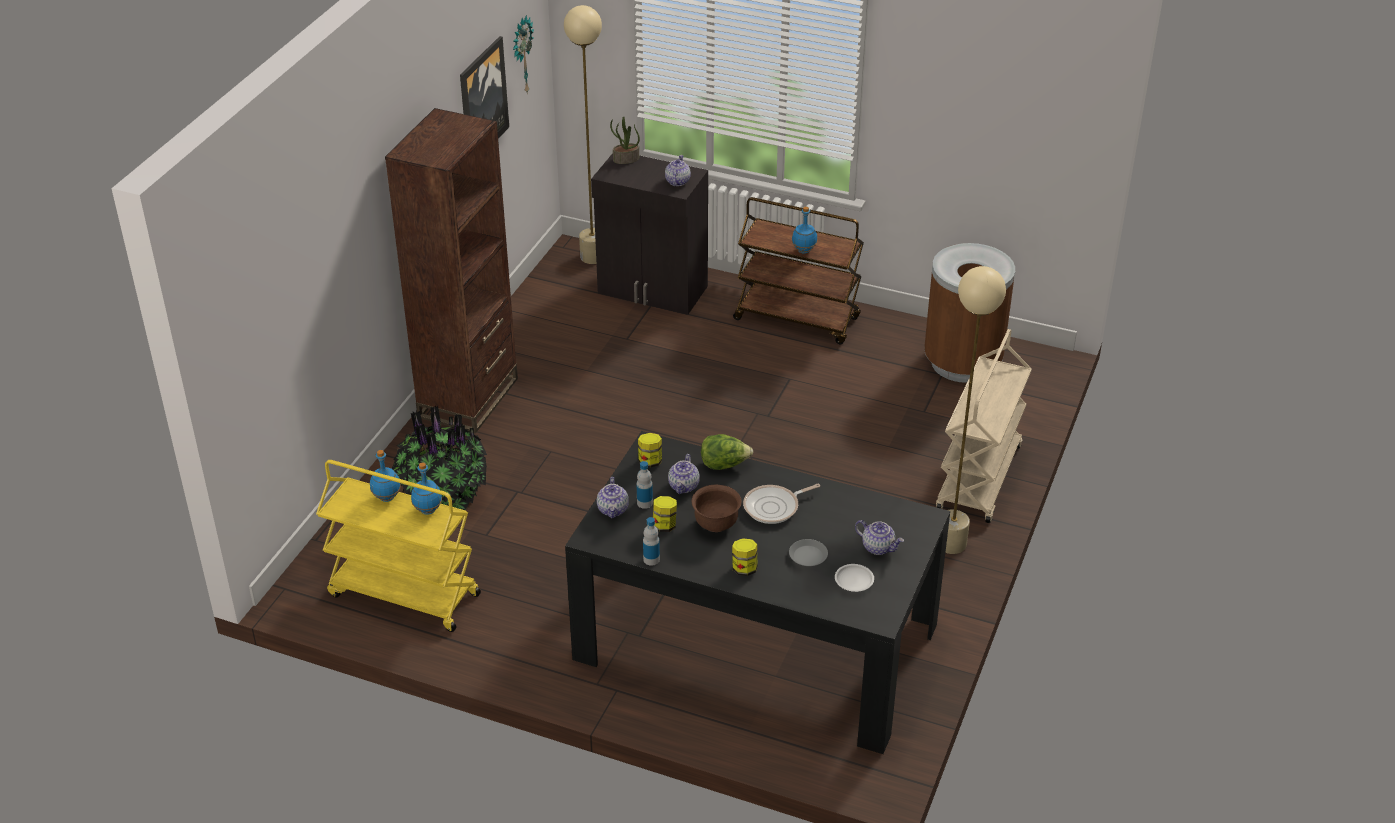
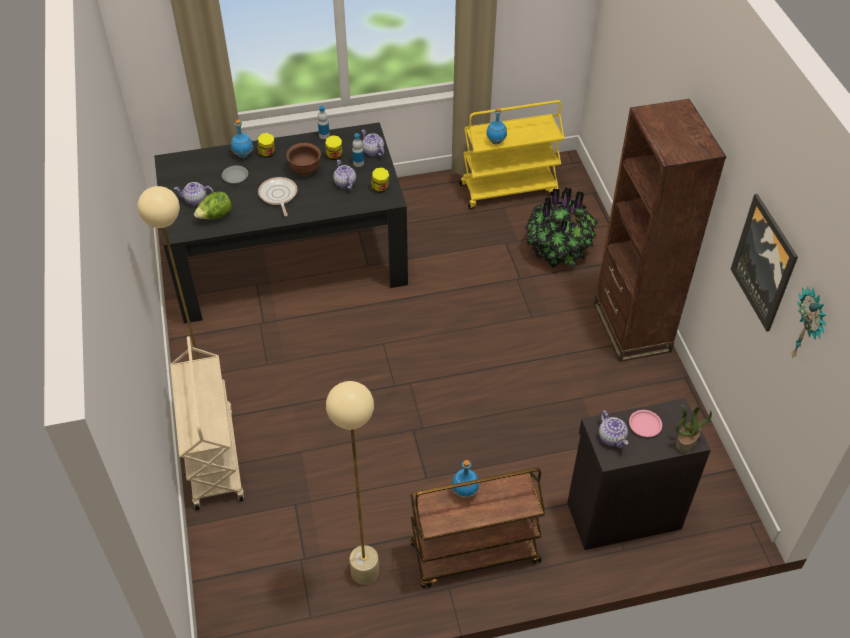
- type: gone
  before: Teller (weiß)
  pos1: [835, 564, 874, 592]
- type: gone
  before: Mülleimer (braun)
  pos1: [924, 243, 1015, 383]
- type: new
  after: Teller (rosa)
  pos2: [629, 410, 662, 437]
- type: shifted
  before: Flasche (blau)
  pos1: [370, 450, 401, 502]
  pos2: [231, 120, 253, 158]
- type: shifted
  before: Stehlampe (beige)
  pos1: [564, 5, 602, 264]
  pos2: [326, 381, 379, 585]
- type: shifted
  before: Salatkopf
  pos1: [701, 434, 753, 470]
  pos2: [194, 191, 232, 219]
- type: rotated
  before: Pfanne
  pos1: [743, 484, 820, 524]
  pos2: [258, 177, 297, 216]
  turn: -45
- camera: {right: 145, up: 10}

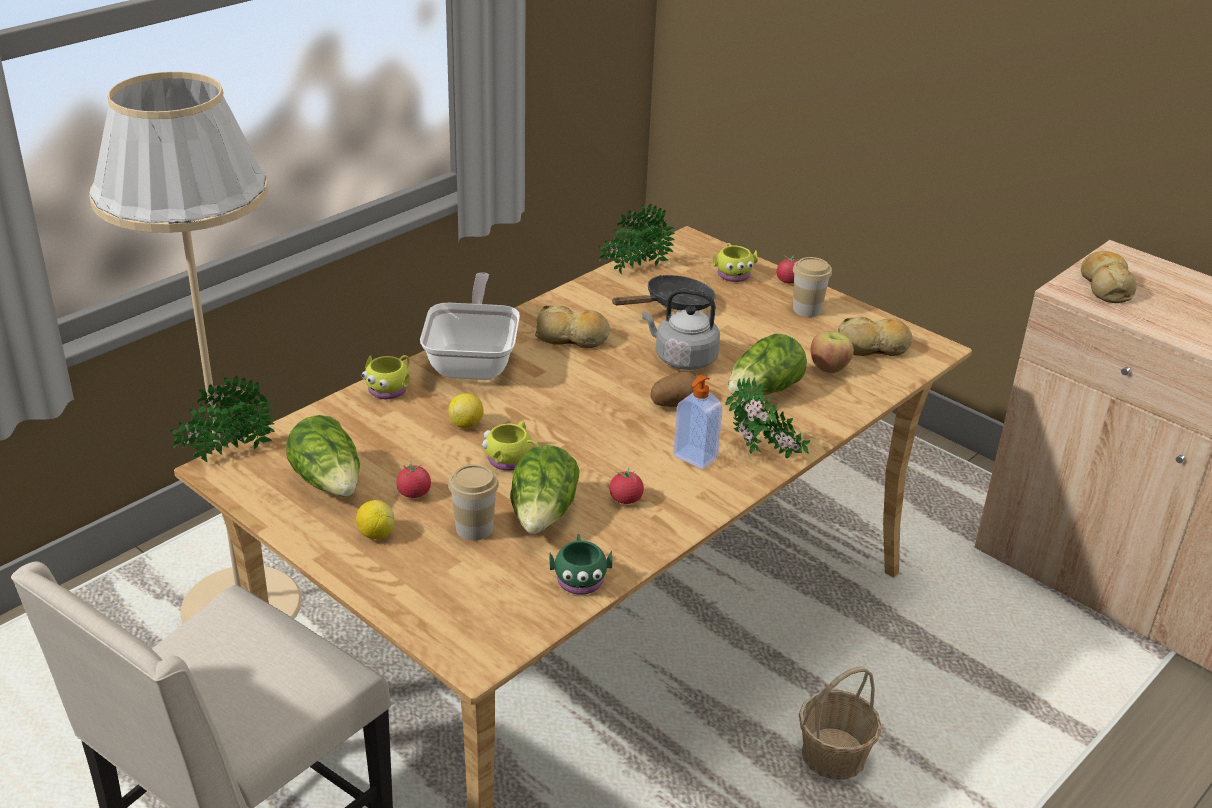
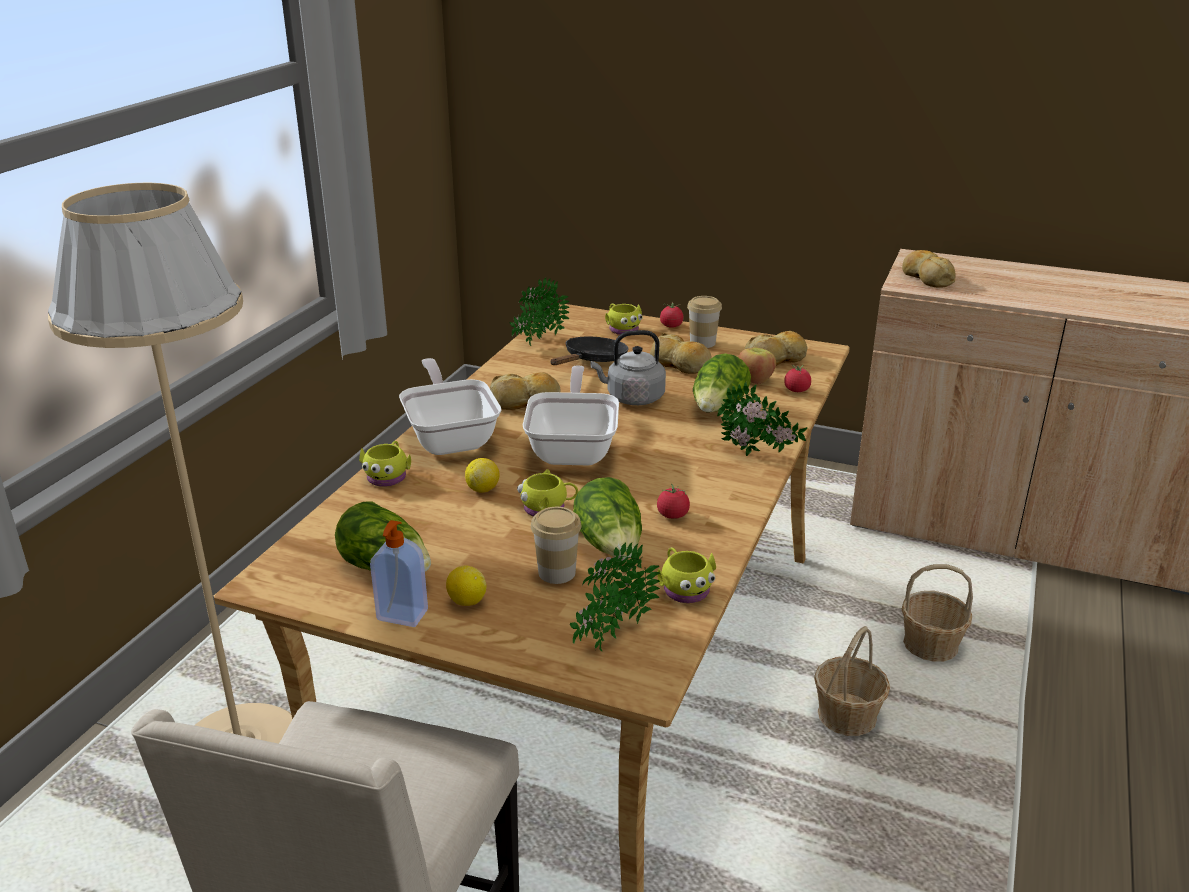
- type: gone
  before: Kartoffel
  pos1: [650, 372, 697, 407]
- type: new
  after: Pfanne
  pos2: [523, 366, 619, 465]
- type: new
  after: Brot
  pos2: [650, 333, 712, 374]
- type: new
  after: Korb
  pos2: [902, 564, 973, 662]
- type: shifted
  before: Topfpflanze
  pos1: [170, 375, 275, 462]
  pos2: [570, 542, 660, 651]
- type: shifted
  before: Tomate
  pos1: [396, 460, 431, 498]
  pos2: [784, 365, 811, 392]
- type: shifted
  before: Seifenspender
  pos1: [673, 375, 723, 469]
  pos2: [370, 520, 428, 627]
- type: repainted
  before: Henkelbecher (grün)
  after: Henkelbecher (gelb)
  pos1: [550, 534, 612, 595]
  pos2: [657, 547, 716, 603]
- camera: {right: -20, up: -5}

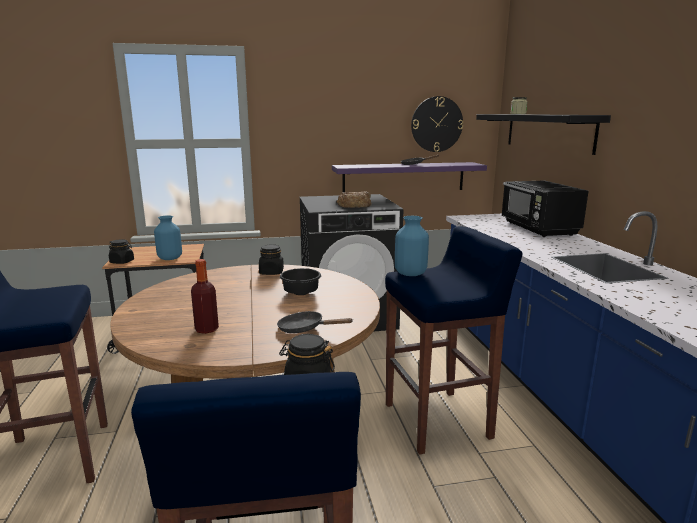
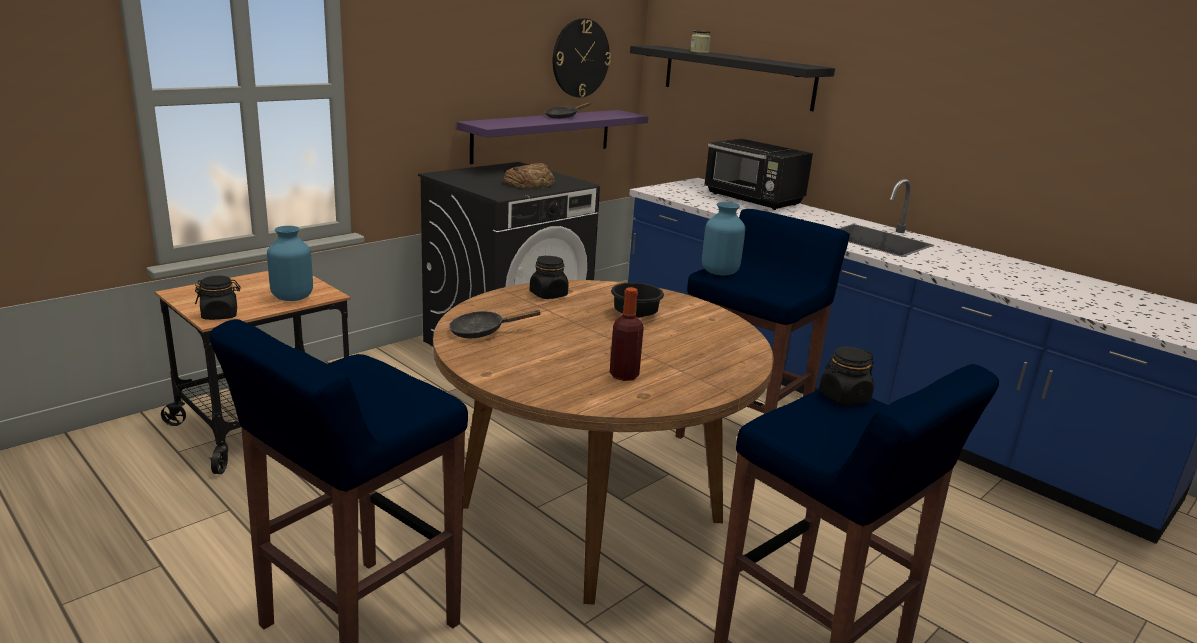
- type: shifted
  before: Pfanne (schwarz)
  pos1: [277, 311, 353, 333]
  pos2: [449, 310, 542, 338]
- camera: {right: -35, up: 5}

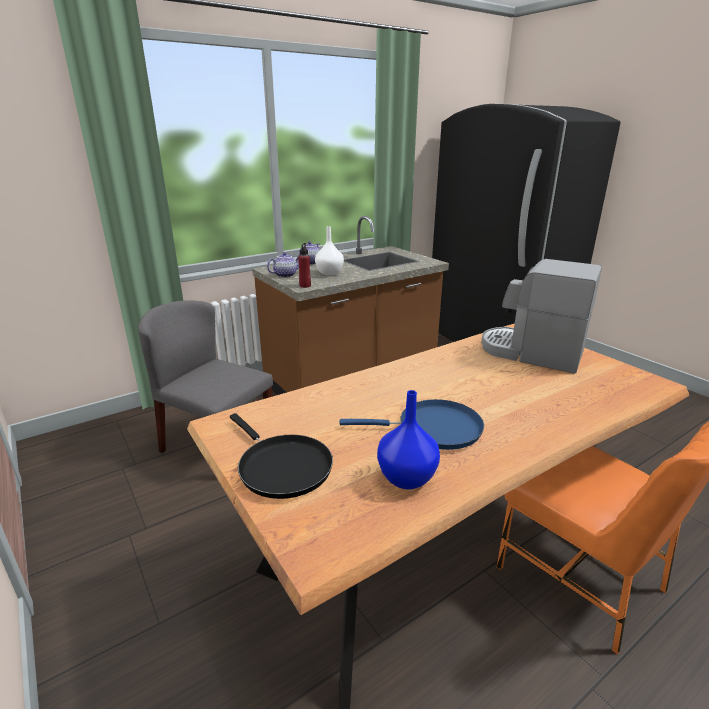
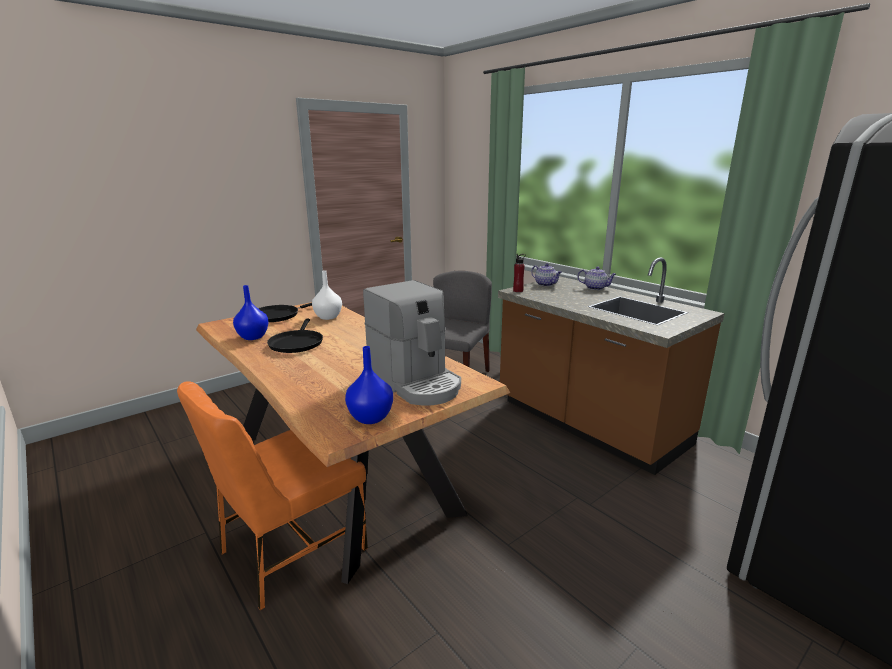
- type: new
  after: Vase (blau)
  pos2: [345, 346, 393, 424]
- type: shifted
  before: Vase (weiß)
  pos1: [315, 226, 344, 276]
  pos2: [312, 270, 342, 320]
- type: repainted
  before: Pfanne (blau)
  after: Pfanne (schwarz)
  pos1: [339, 399, 484, 450]
  pos2: [267, 319, 323, 353]
- type: rotated
  before: Kaffeemaschine
  pos1: [481, 259, 602, 374]
  pos2: [363, 280, 461, 405]
  turn: 120
- camera: {right: 85, up: -5}

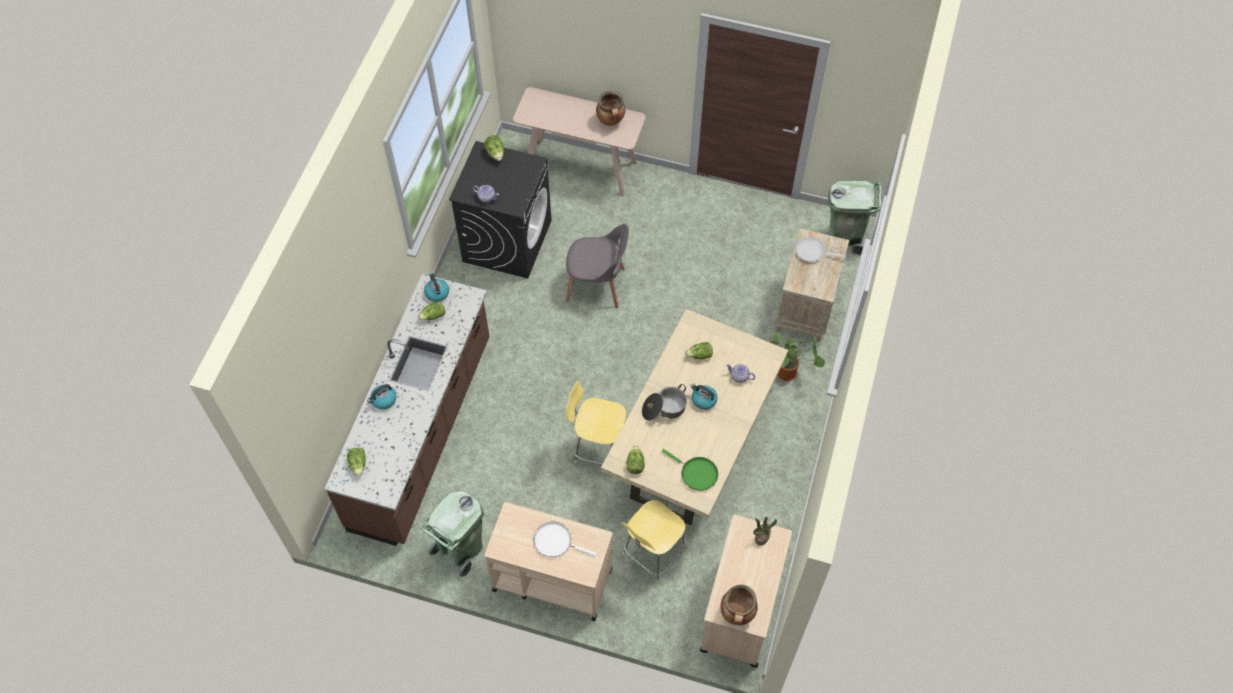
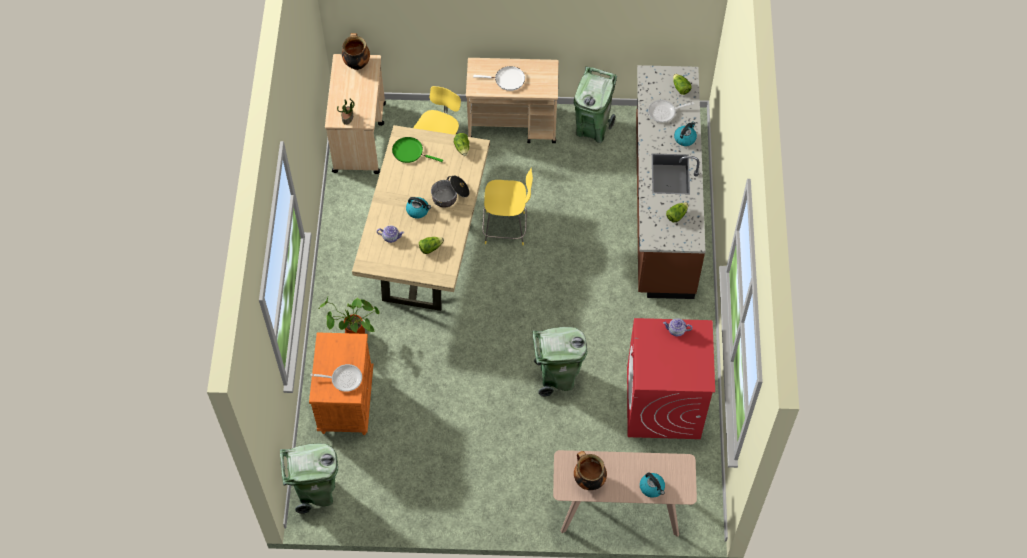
- type: gone
  before: Salatkopf
  pos1: [484, 135, 504, 161]
- type: new
  after: Pfanne
  pos2: [648, 100, 694, 122]
- type: shifted
  before: Wasserkessel
  pos1: [424, 273, 449, 302]
  pos2: [640, 472, 665, 498]
- type: swapped
  before: Stuhl (grau)
  after: Mülleimer (grün)
  pos1: [566, 224, 629, 308]
  pos2: [533, 327, 587, 397]
- type: repainted
  before: Waschmaschine (schwarz)
  after: Waschmaschine (rot)
  pos1: [449, 141, 552, 279]
  pos2: [627, 318, 715, 439]
- type: repainted
  before: Nachttisch (beige)
  after: Nachttisch (orange)
  pos1: [775, 228, 849, 341]
  pos2: [309, 332, 373, 435]
- camera: {right: 165, up: 0}

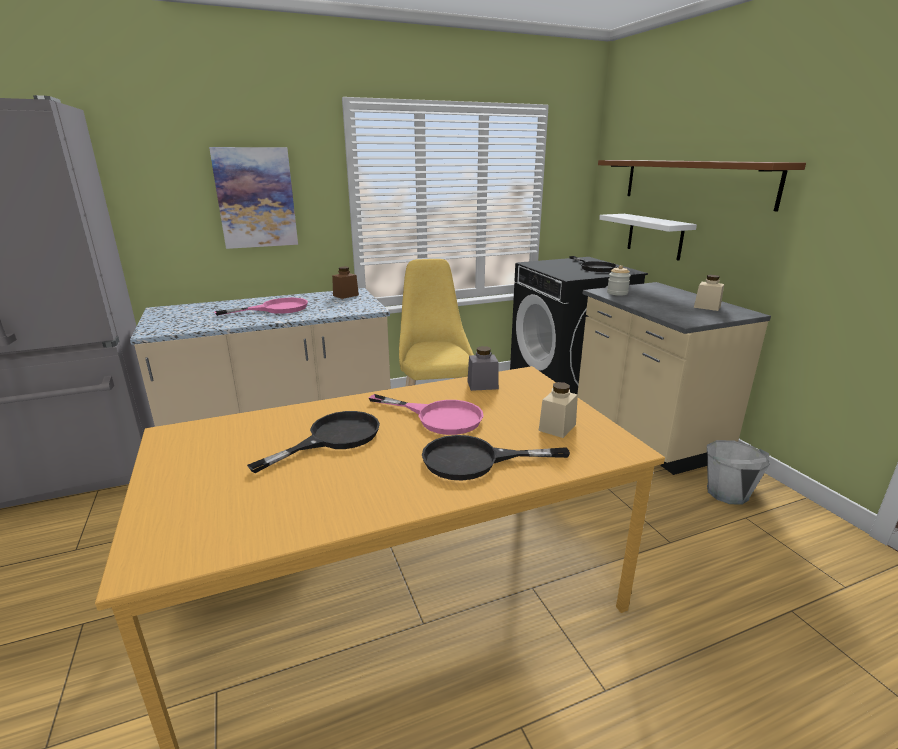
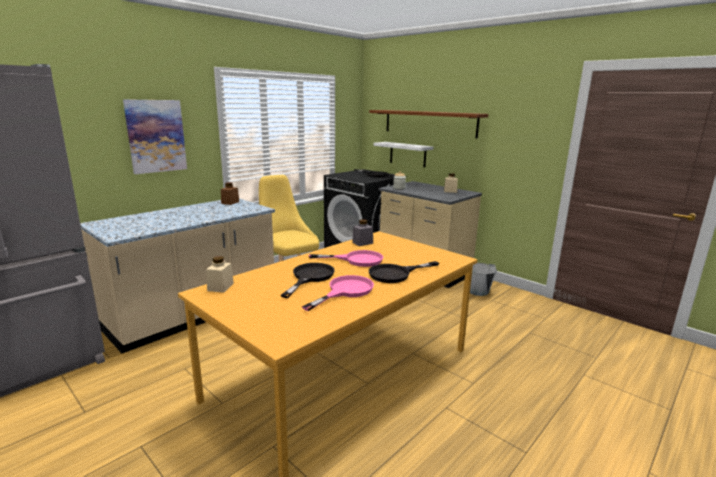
- type: shifted
  before: Pfanne (rosa)
  pos1: [214, 298, 308, 316]
  pos2: [302, 275, 374, 311]
- type: shifted
  before: Vorratsglas (beige)
  pos1: [539, 382, 578, 438]
  pos2: [206, 256, 234, 293]
- camera: {right: -25, up: -5}

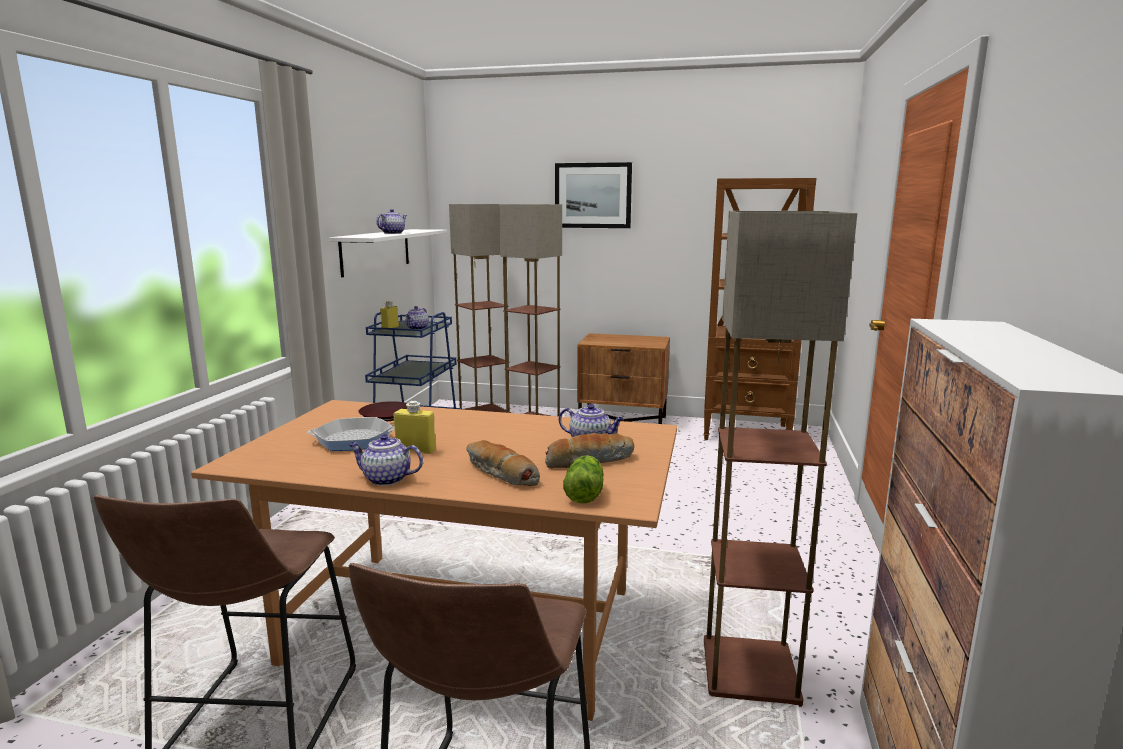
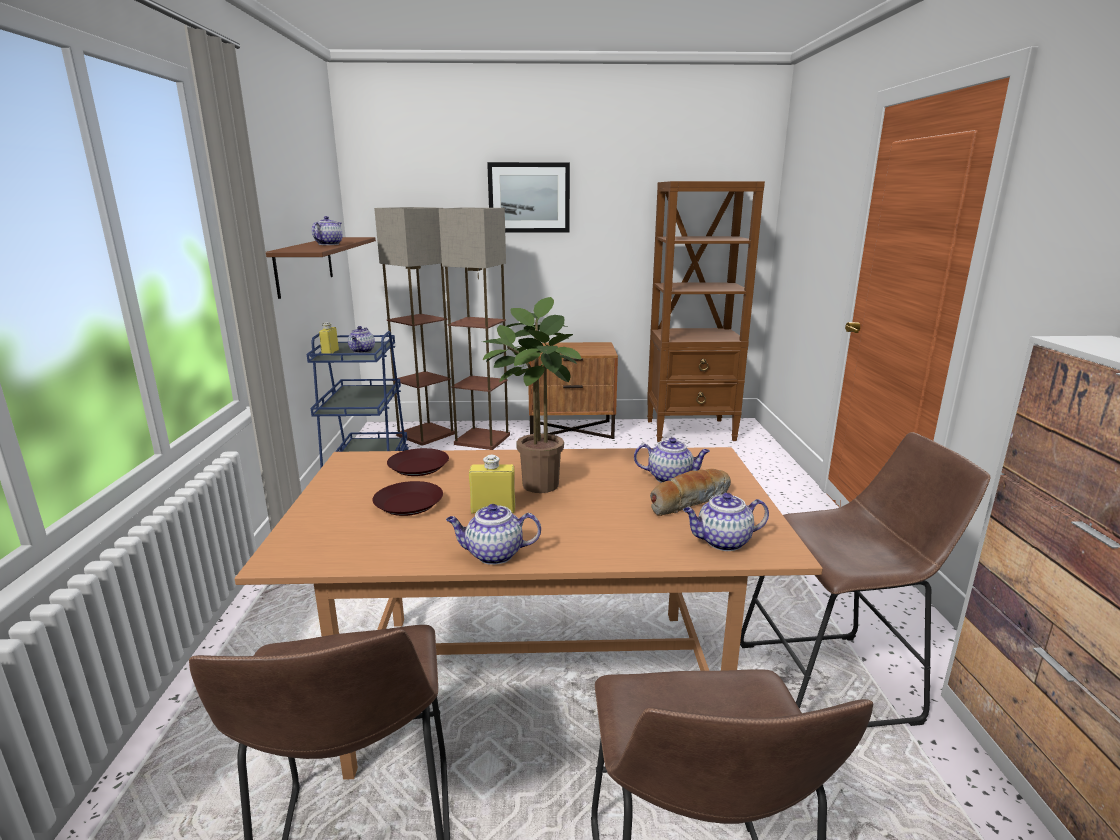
- type: gone
  before: Brot
  pos1: [466, 440, 540, 486]
- type: new
  after: Topfpflanze
  pos2: [483, 297, 581, 493]
- type: swapped
  before: Pfanne
  after: Teller (braun)
  pos1: [308, 417, 395, 451]
  pos2: [373, 481, 443, 516]
- type: swapped
  before: Salatkopf
  after: Teekanne
  pos1: [563, 455, 604, 503]
  pos2: [683, 493, 769, 551]
- type: swapped
  before: Stehlampe
  after: Hocker (braun)
  pos1: [704, 211, 857, 707]
  pos2: [740, 432, 990, 727]
- type: repainted
  before: Wandregal (weiß)
  after: Wandregal (braun)
  pos1: [330, 229, 448, 277]
  pos2: [266, 237, 376, 299]
- camera: {right: -15, up: 5}

